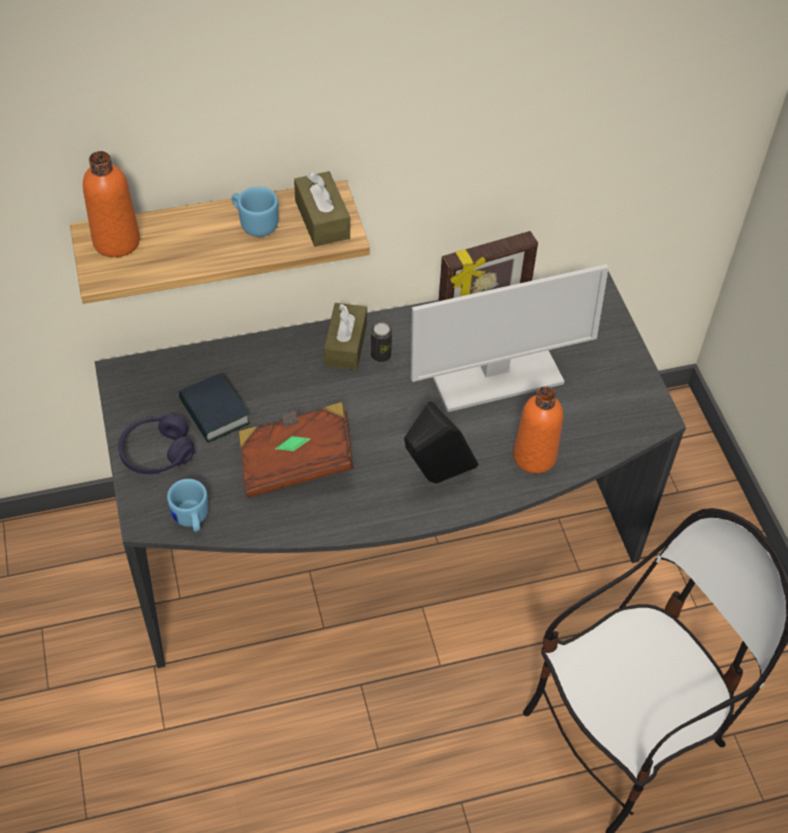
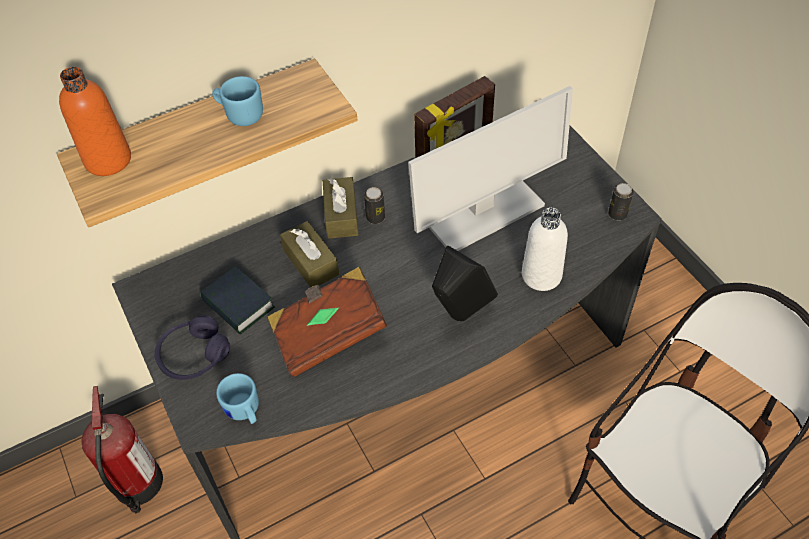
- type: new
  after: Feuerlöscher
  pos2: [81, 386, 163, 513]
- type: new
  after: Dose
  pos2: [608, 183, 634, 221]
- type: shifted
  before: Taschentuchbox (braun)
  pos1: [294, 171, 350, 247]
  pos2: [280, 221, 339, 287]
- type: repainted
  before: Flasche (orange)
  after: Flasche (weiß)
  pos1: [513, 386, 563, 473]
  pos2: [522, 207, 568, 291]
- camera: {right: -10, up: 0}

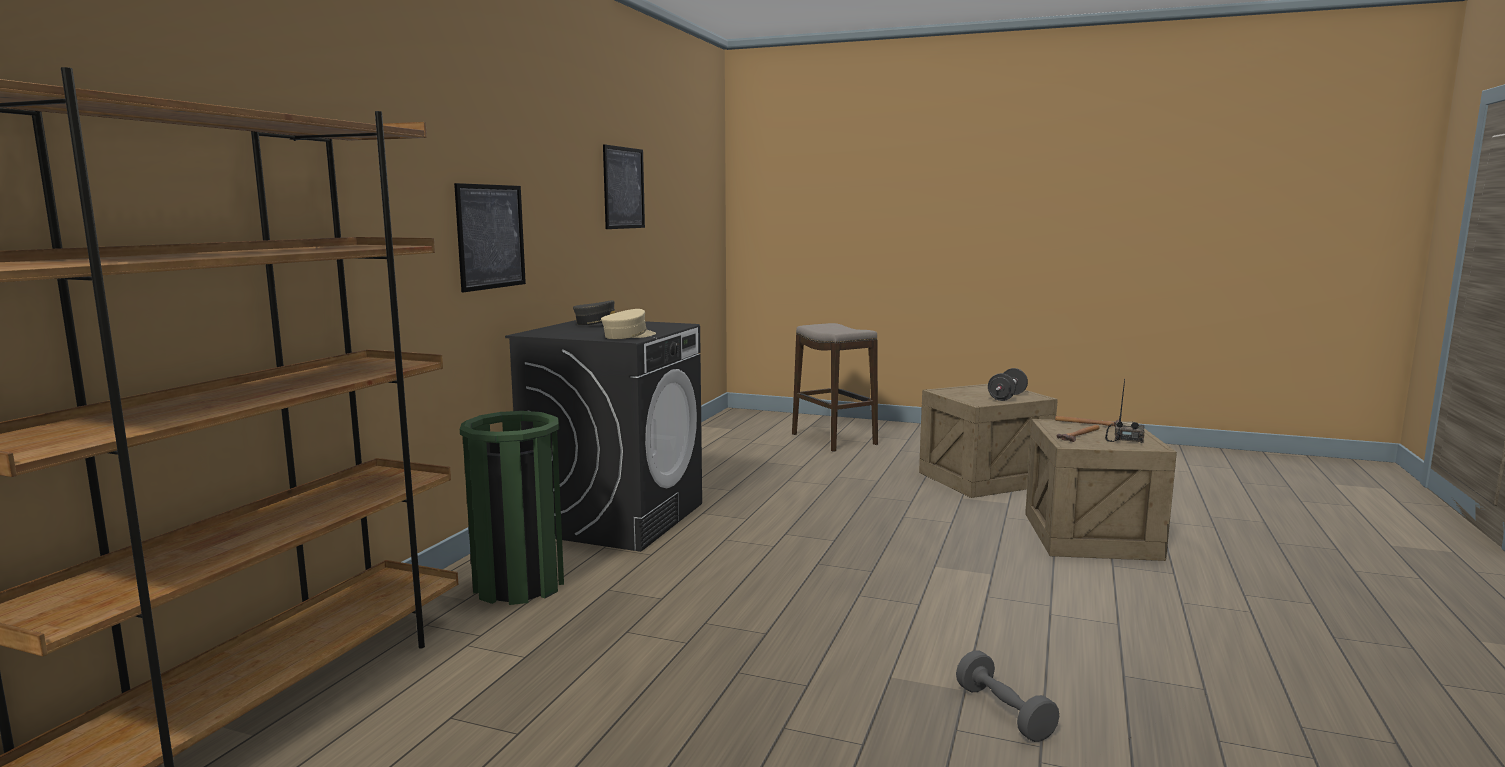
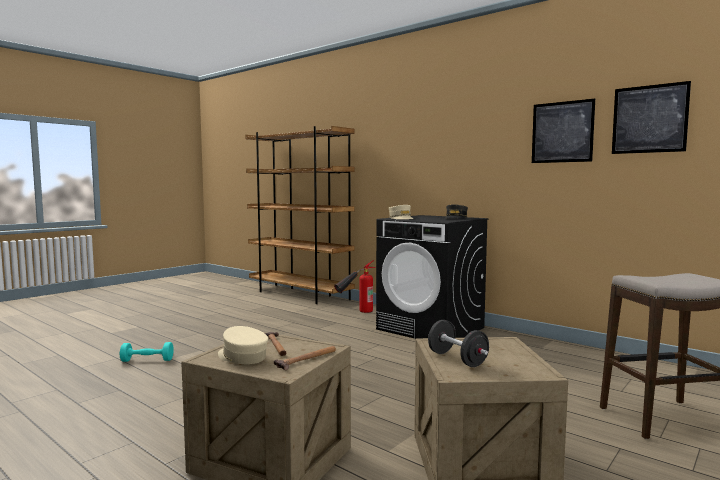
- type: shifted
  before: Bild
  pos1: [454, 183, 526, 292]
  pos2: [612, 81, 691, 154]
- type: swapped
  before: Mülleimer (grün)
  after: Feuerlöscher
  pos1: [460, 411, 564, 605]
  pos2: [334, 260, 376, 313]
- type: swapped
  before: Radio
  after: Kappe (beige)
  pos1: [1105, 379, 1144, 443]
  pos2: [218, 326, 268, 364]
- type: repainted
  before: Hantel (grau)
  after: Hantel (türkis)
  pos1: [956, 650, 1059, 742]
  pos2: [120, 342, 174, 362]
- camera: {right: 110, up: -5}

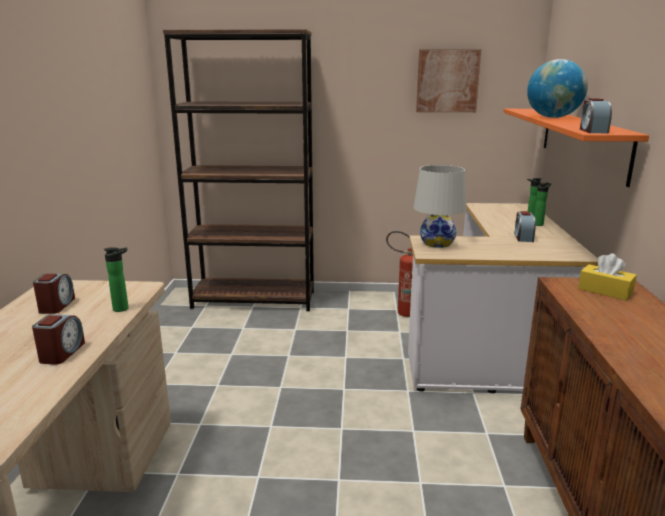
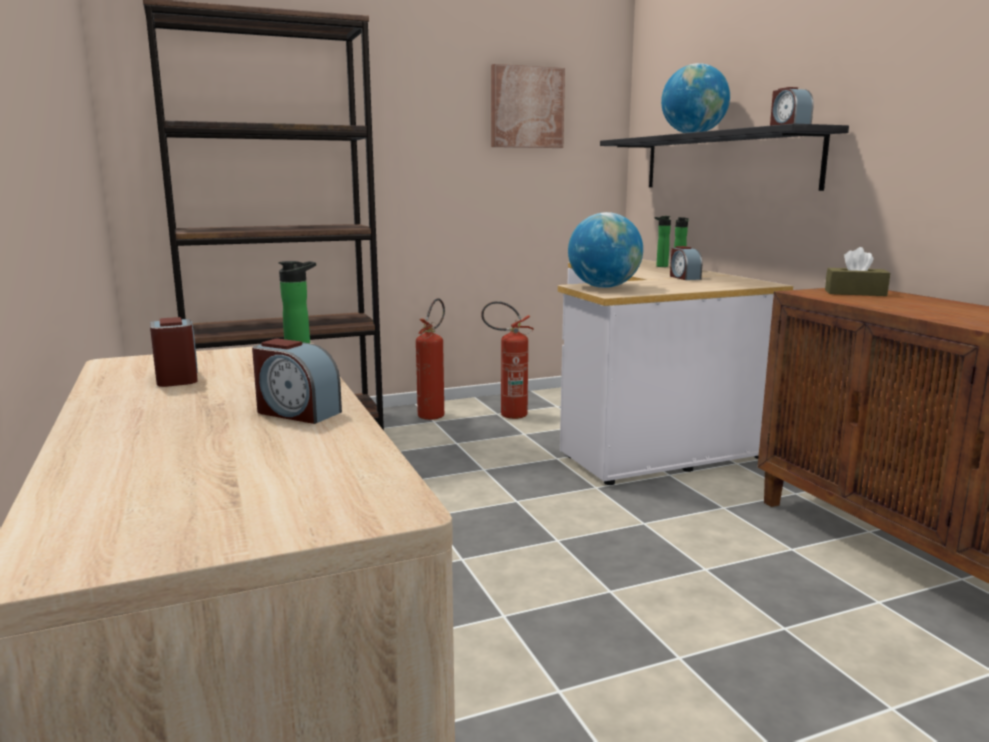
- type: new
  after: Feuerlöscher
  pos2: [416, 298, 445, 420]
- type: swapped
  before: Tischlampe (weiß)
  after: Globus
  pos1: [413, 165, 466, 248]
  pos2: [568, 212, 643, 288]
- type: repainted
  before: Wandregal (orange)
  after: Wandregal (schwarz)
  pos1: [503, 109, 649, 187]
  pos2: [600, 123, 849, 191]
- type: repainted
  before: Taschentuchbox (gelb)
  after: Taschentuchbox (braun)
  pos1: [578, 253, 637, 301]
  pos2: [825, 247, 890, 296]
- type: rotated
  before: Wecker
  pos1: [32, 314, 85, 365]
  pos2: [252, 338, 342, 424]
  turn: 135
- camera: {right: -25, up: -5}

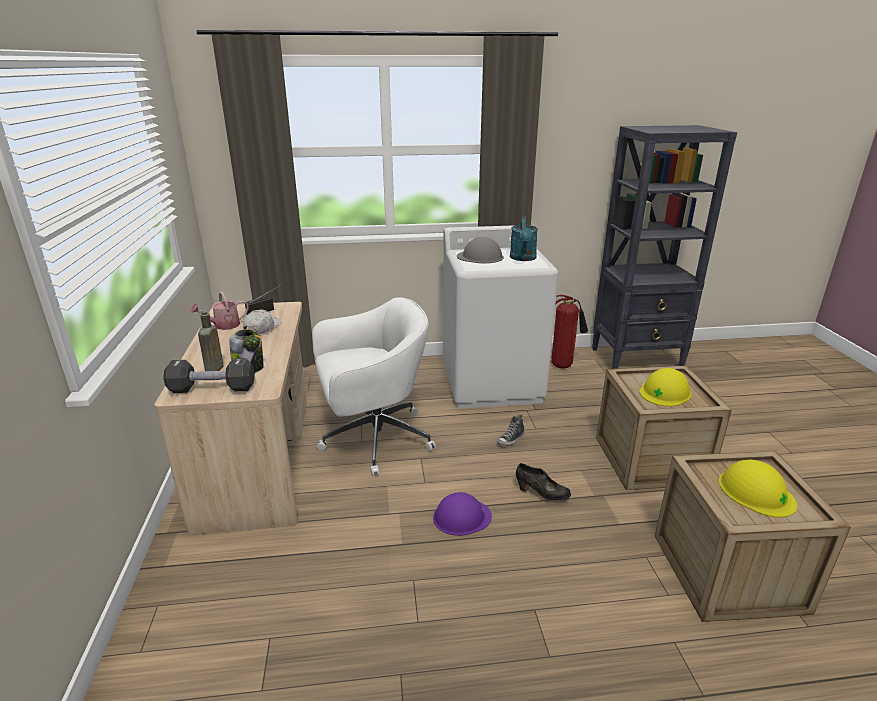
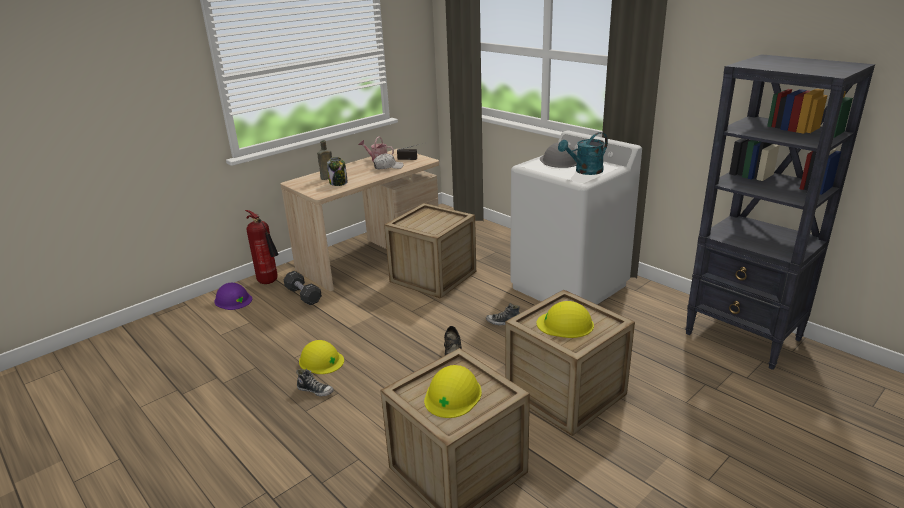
- type: new
  after: Schuh
  pos2: [296, 369, 334, 397]
- type: new
  after: Schutzhelm (gelb)
  pos2: [299, 340, 344, 374]
- type: shifted
  before: Hantel (schwarz)
  pos1: [163, 358, 255, 393]
  pos2: [284, 271, 322, 305]
- type: shifted
  before: Schutzhelm (lila)
  pos1: [433, 492, 492, 536]
  pos2: [214, 283, 252, 310]
- type: shifted
  before: Feuerlöscher
  pos1: [551, 295, 588, 368]
  pos2: [245, 210, 279, 284]
- type: swapped
  before: Bürostuhl (weiß)
  after: Kiste
  pos1: [312, 297, 436, 476]
  pos2: [384, 203, 476, 299]
- camera: {right: 55, up: 0}

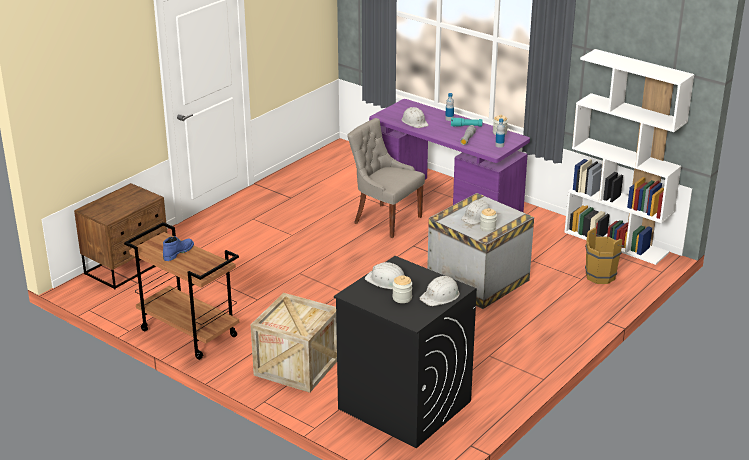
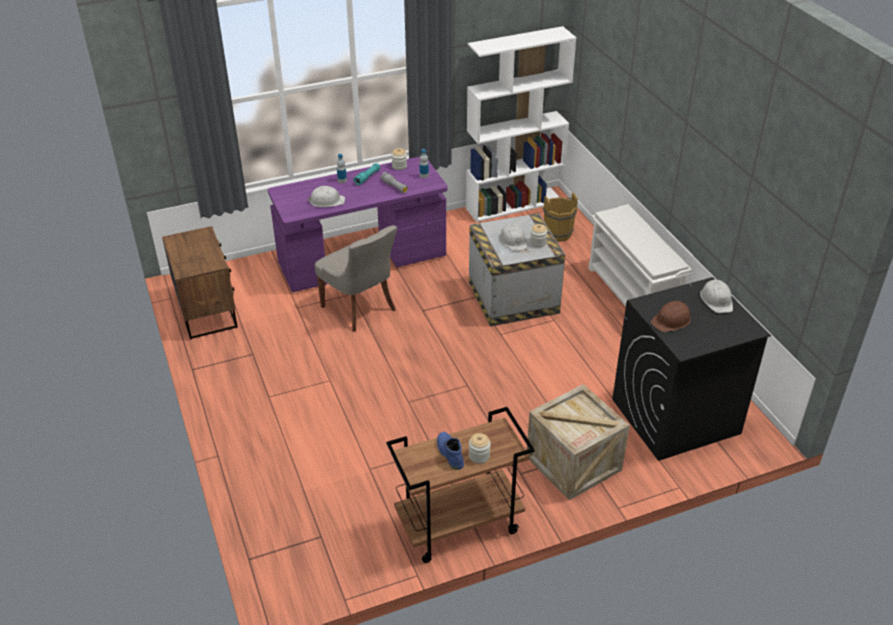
- type: new
  after: Schuhregal (weiß)
  pos2: [589, 204, 692, 307]
- type: shifted
  before: Nachttisch (braun)
  pos1: [74, 183, 167, 290]
  pos2: [162, 226, 237, 340]
- type: shifted
  before: Vorratsglas
  pos1: [393, 275, 412, 303]
  pos2: [469, 433, 490, 464]
- type: repainted
  before: Schutzhelm (weiß)
  after: Schutzhelm (braun)
  pos1: [365, 262, 405, 289]
  pos2: [651, 301, 691, 332]
- type: rotated
  before: Stuhl (grau)
  pos1: [347, 118, 425, 238]
  pos2: [315, 225, 397, 332]
  turn: -105
- camera: {right: -60, up: 10}

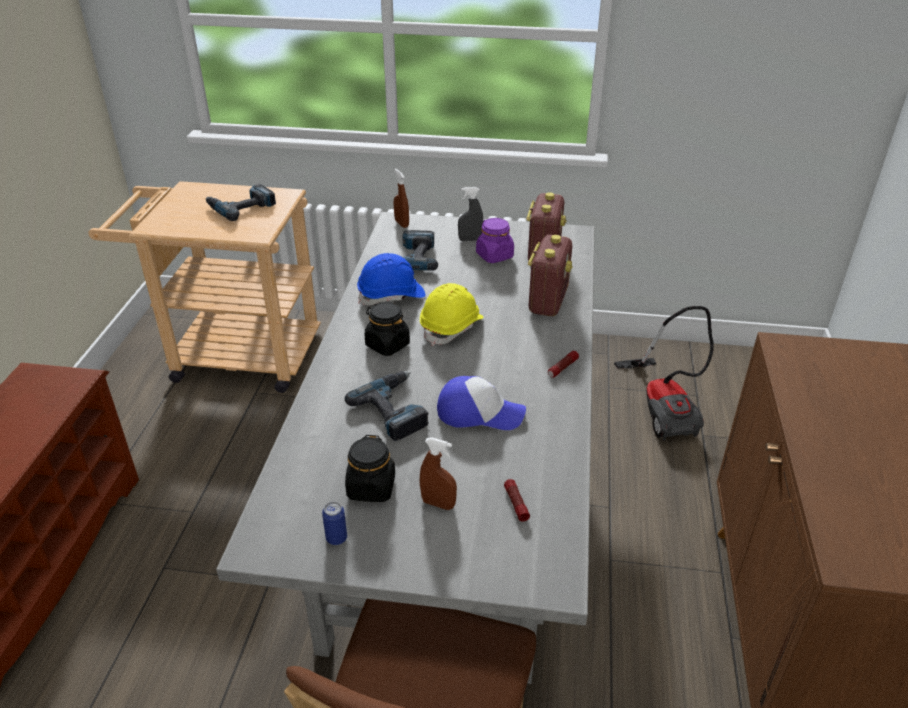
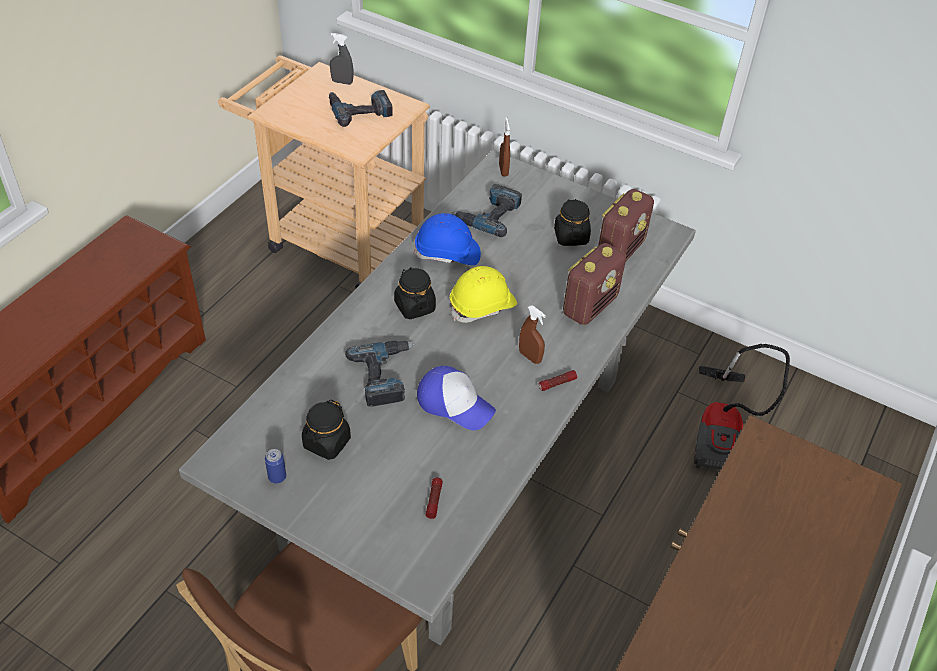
- type: shifted
  before: Sprühflasche (braun)
  pos1: [420, 437, 457, 510]
  pos2: [519, 305, 546, 364]
- type: shifted
  before: Sprühflasche (grau)
  pos1: [458, 187, 483, 242]
  pos2: [330, 33, 353, 85]
- type: repainted
  before: Vorratsglas (lila)
  after: Vorratsglas (schwarz)
  pos1: [476, 218, 514, 263]
  pos2: [554, 199, 591, 246]
- camera: {right: 20, up: 10}

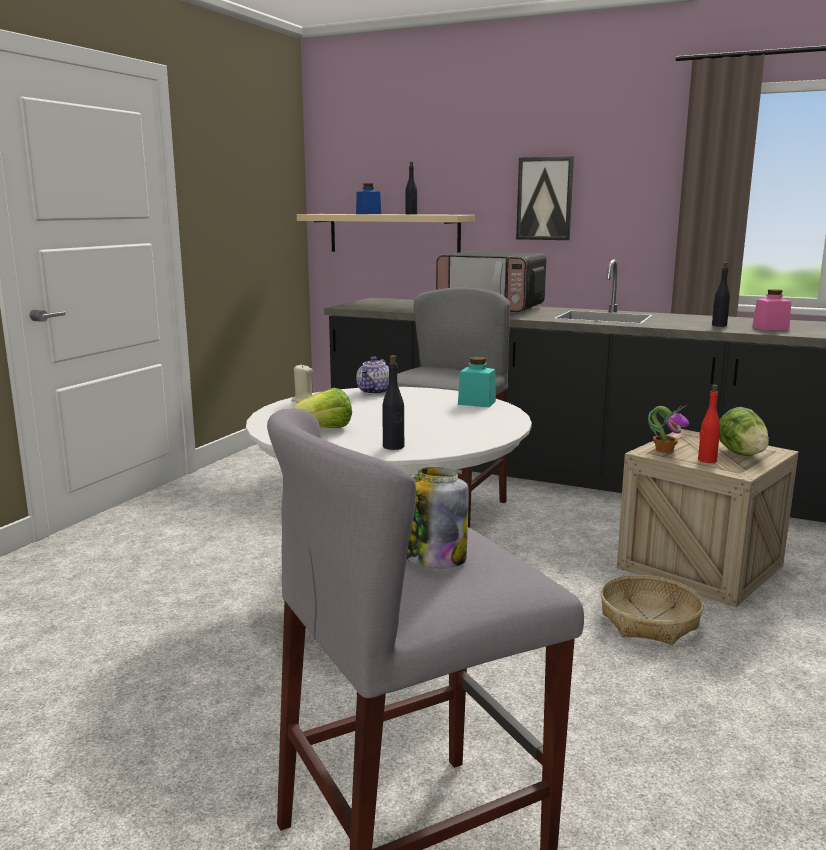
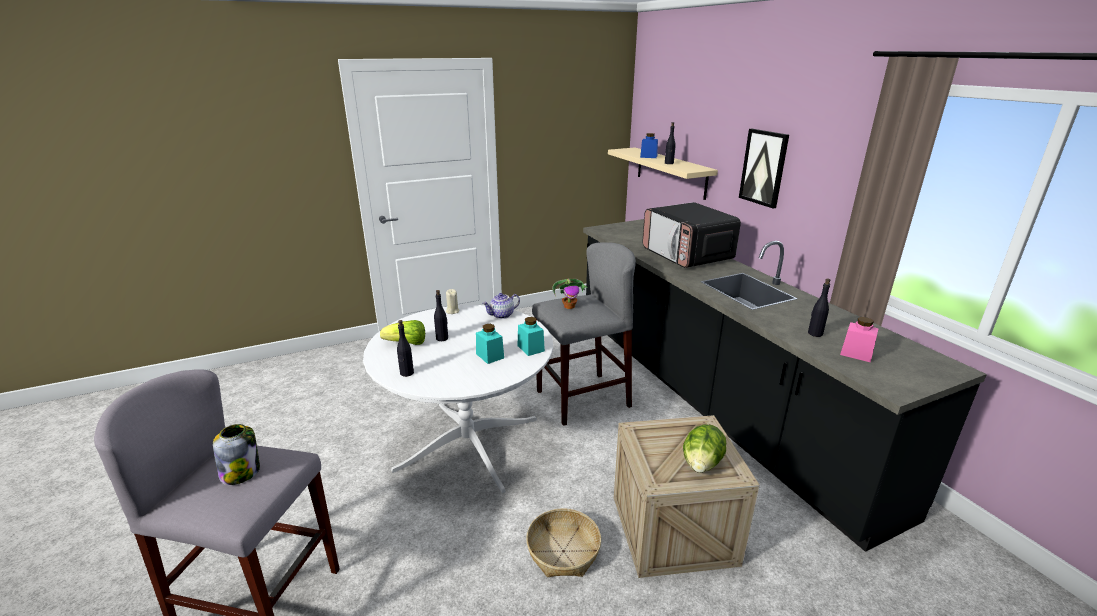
- type: gone
  before: Flasche (rot)
  pos1: [698, 385, 720, 463]
- type: new
  after: Flasche (schwarz)
  pos2: [434, 290, 448, 341]
- type: new
  after: Vorratsglas (türkis)
  pos2: [476, 324, 504, 364]
- type: shifted
  before: Topfpflanze
  pos1: [648, 405, 689, 453]
  pos2: [552, 279, 588, 309]
- camera: {right: 40, up: 10}

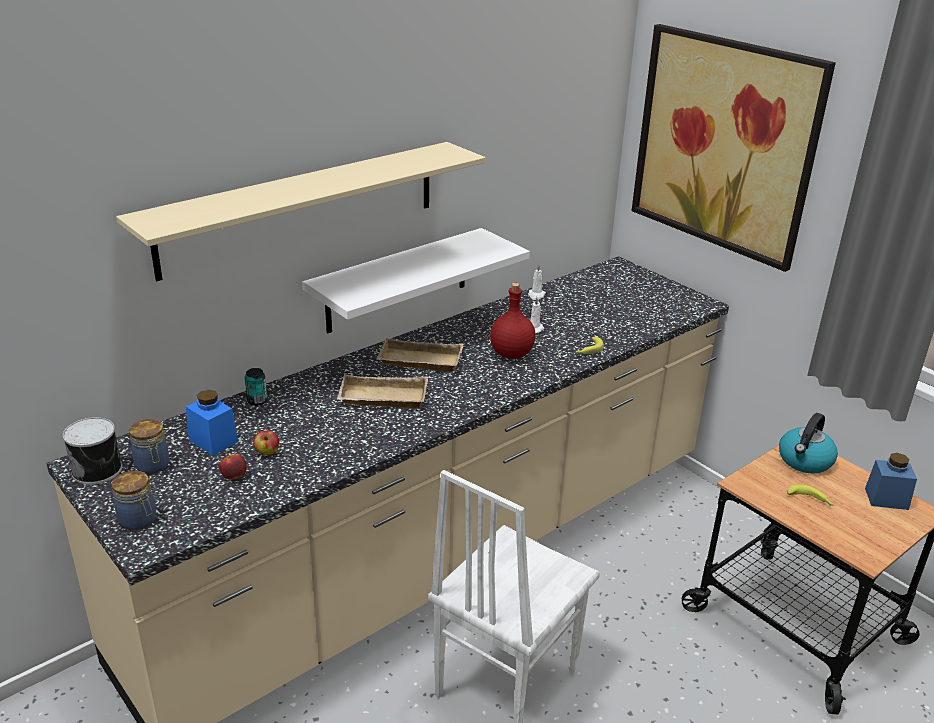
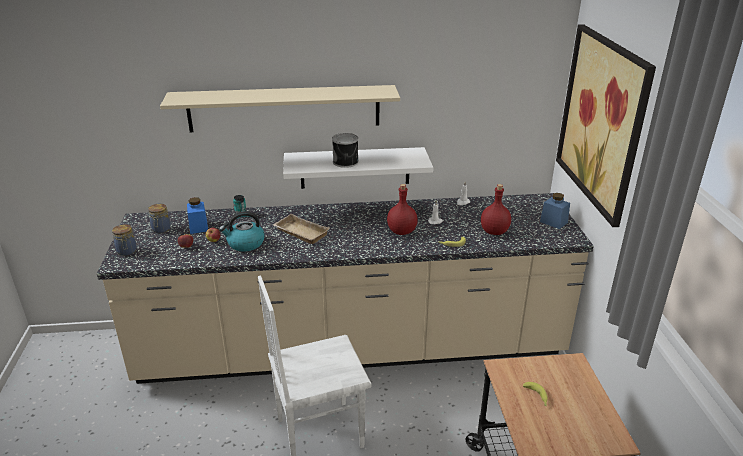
- type: gone
  before: Tablett (beige)
  pos1: [377, 338, 463, 372]
- type: new
  after: Flasche (rot)
  pos2: [481, 184, 511, 235]
- type: shifted
  before: Dose
  pos1: [63, 417, 122, 485]
  pos2: [332, 133, 359, 168]
- type: shifted
  before: Wasserkessel
  pos1: [779, 413, 838, 473]
  pos2: [219, 211, 265, 252]
- type: shifted
  before: Vorratsglas (blau)
  pos1: [865, 453, 917, 510]
  pos2: [540, 193, 570, 229]
- camera: {right: 35, up: 0}

